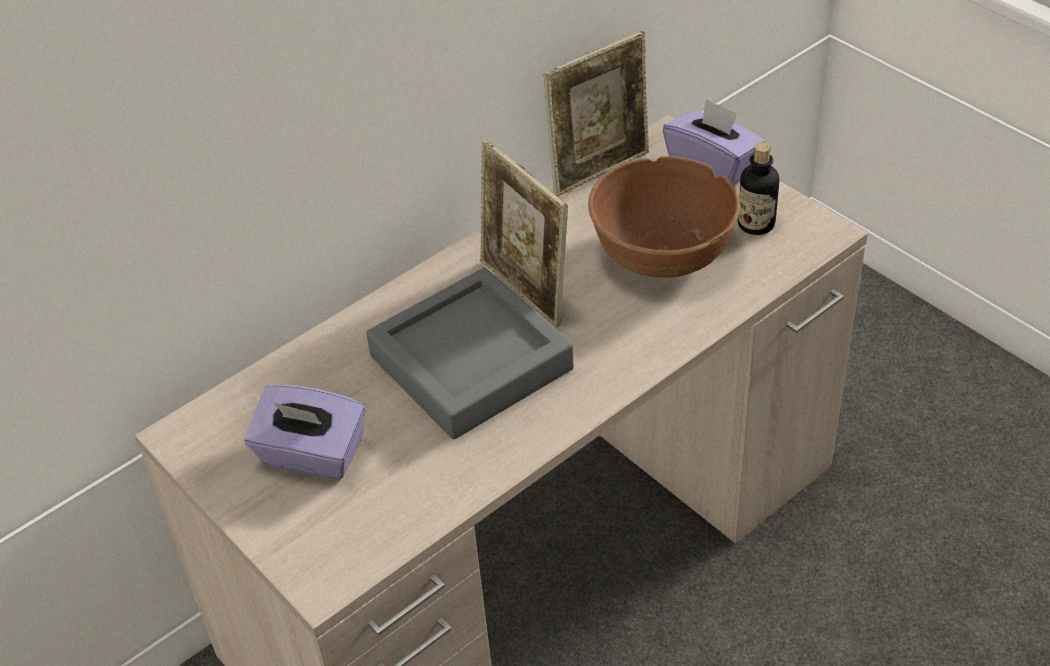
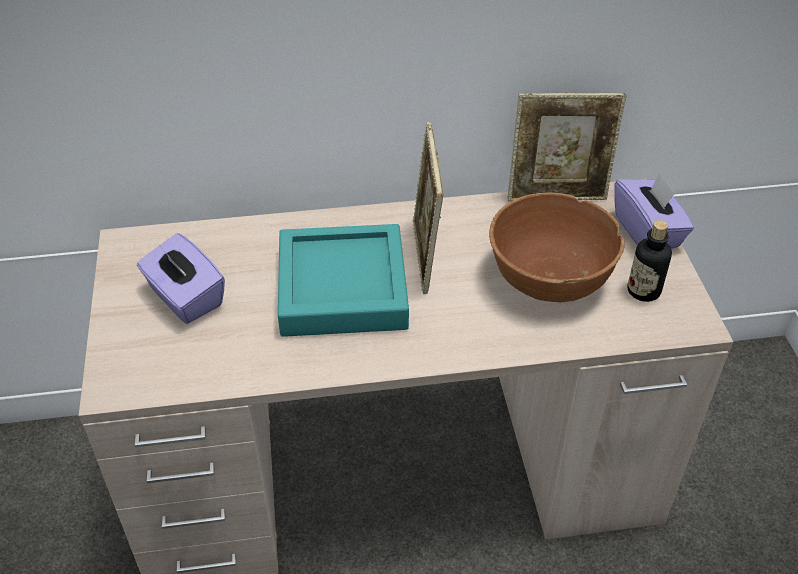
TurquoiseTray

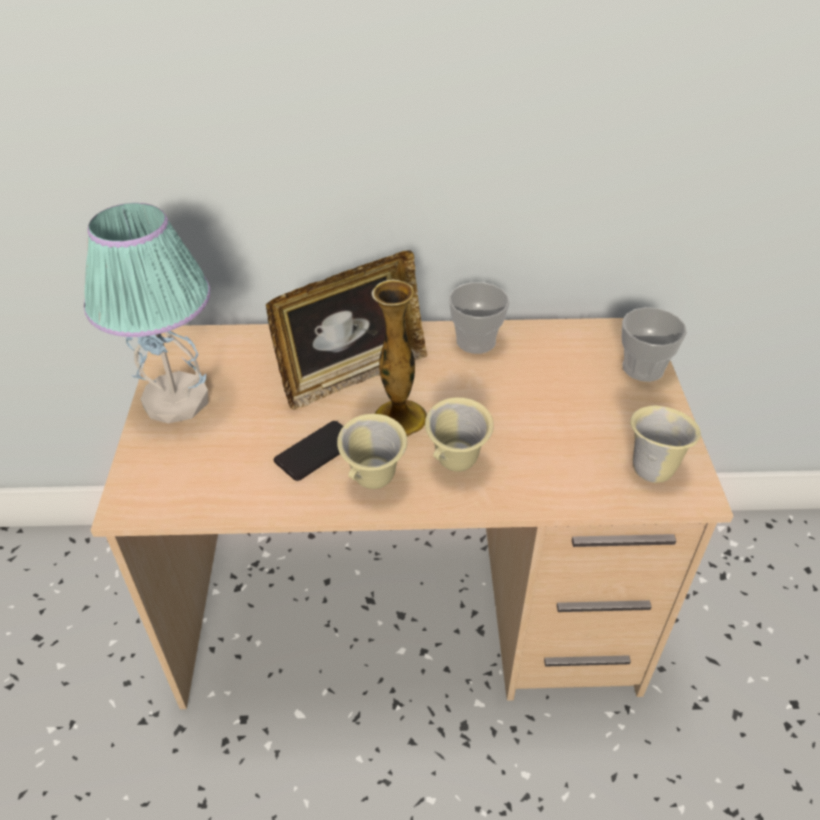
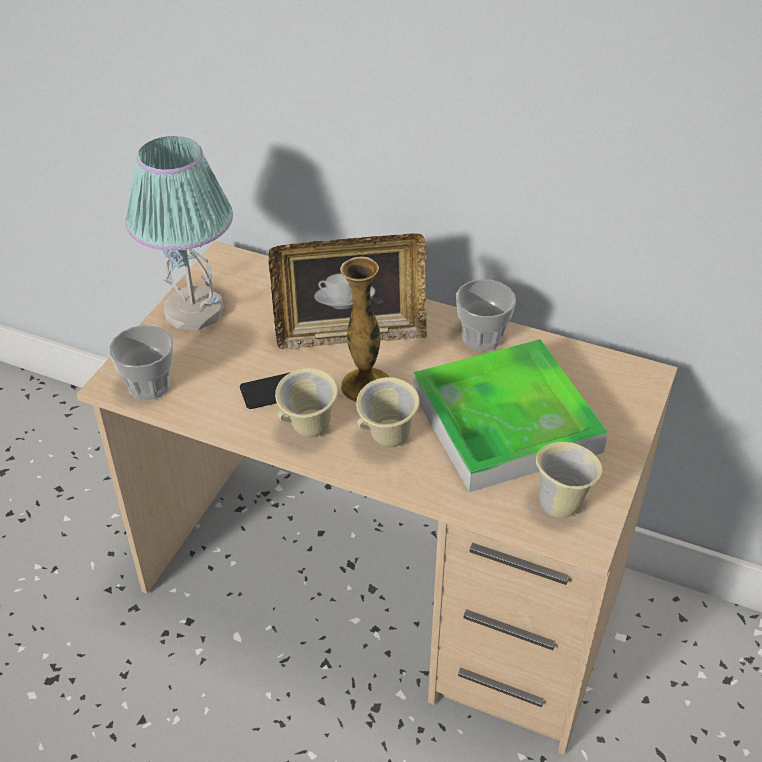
Tray; Cup (1st from left)

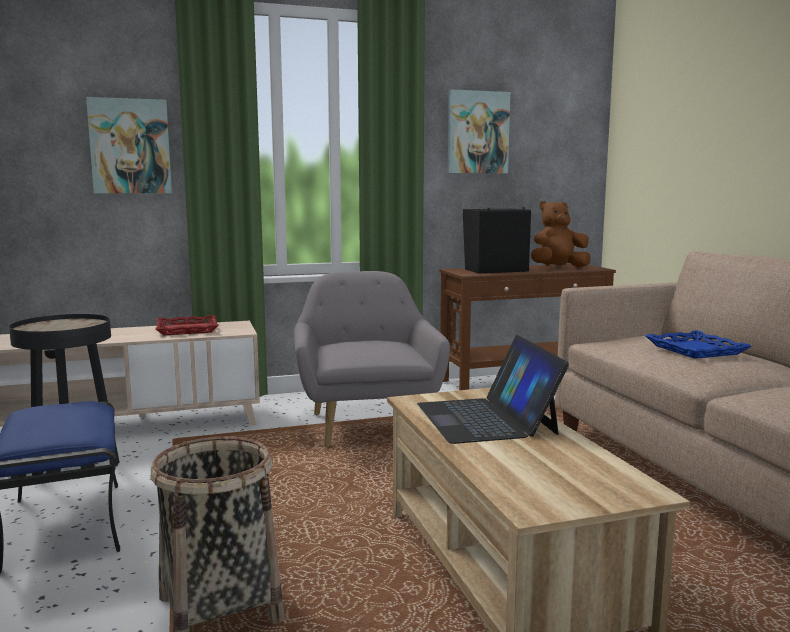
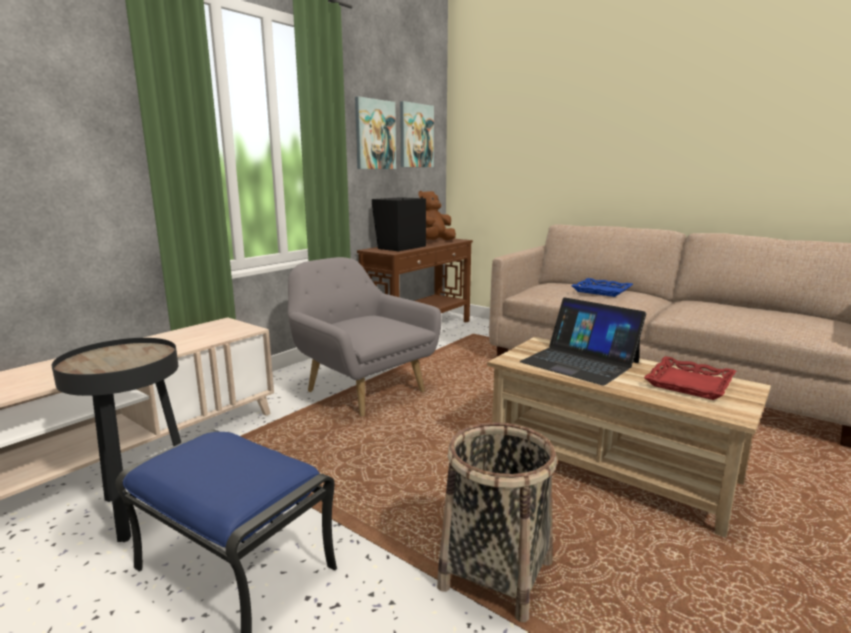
Picture (2nd from left); RedTray

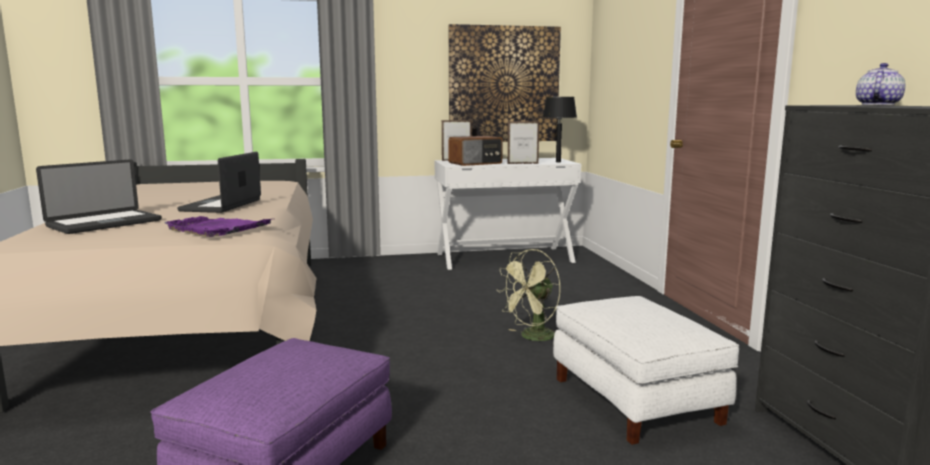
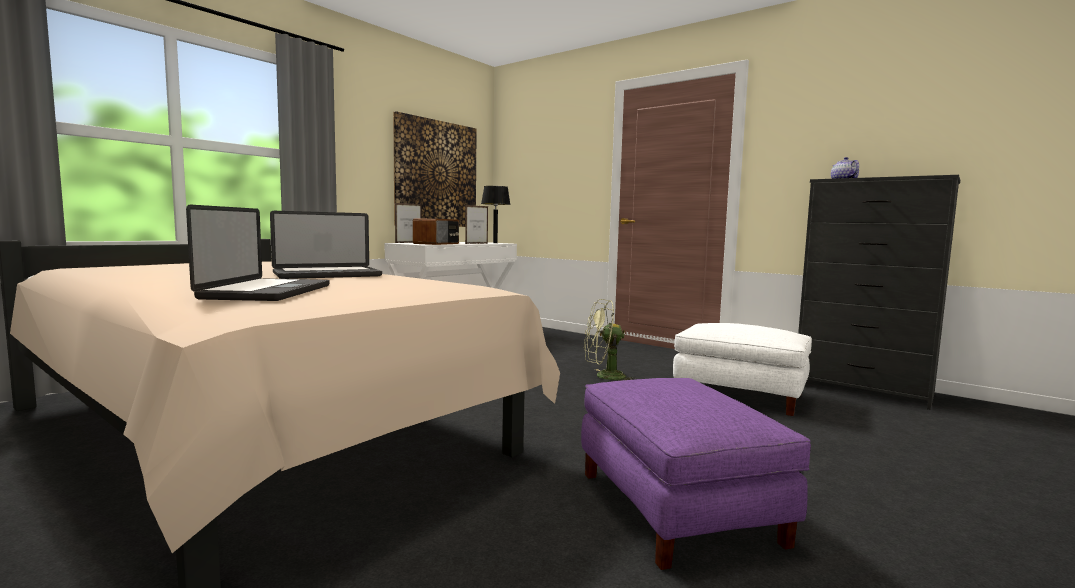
PurpleTray; Laptop (2nd from left); GreenFan

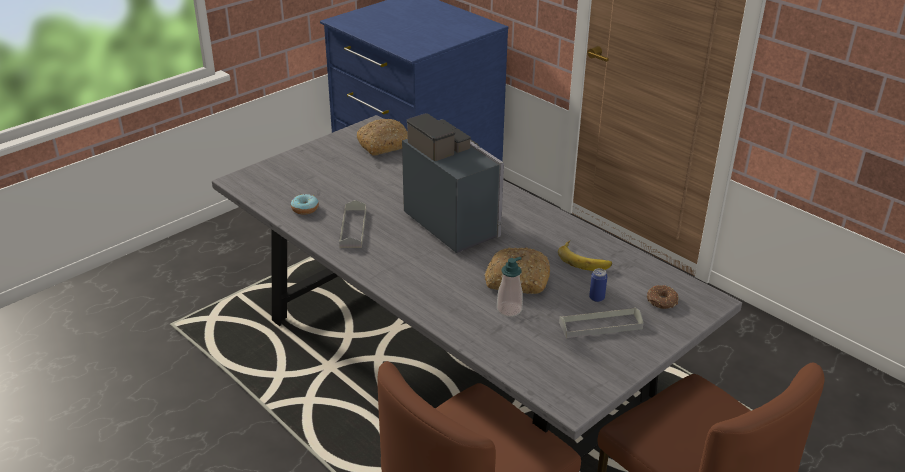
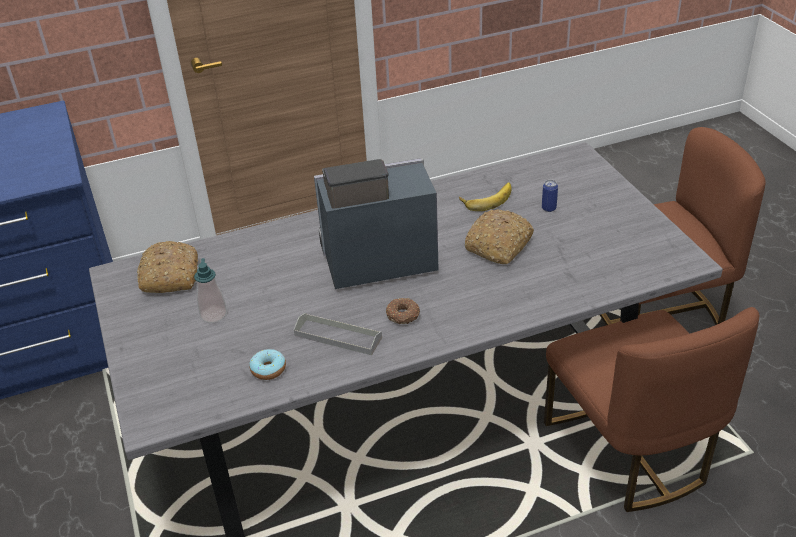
GreyTray (2nd from left in the first image); SoapDispenser; Donut (2nd from left)

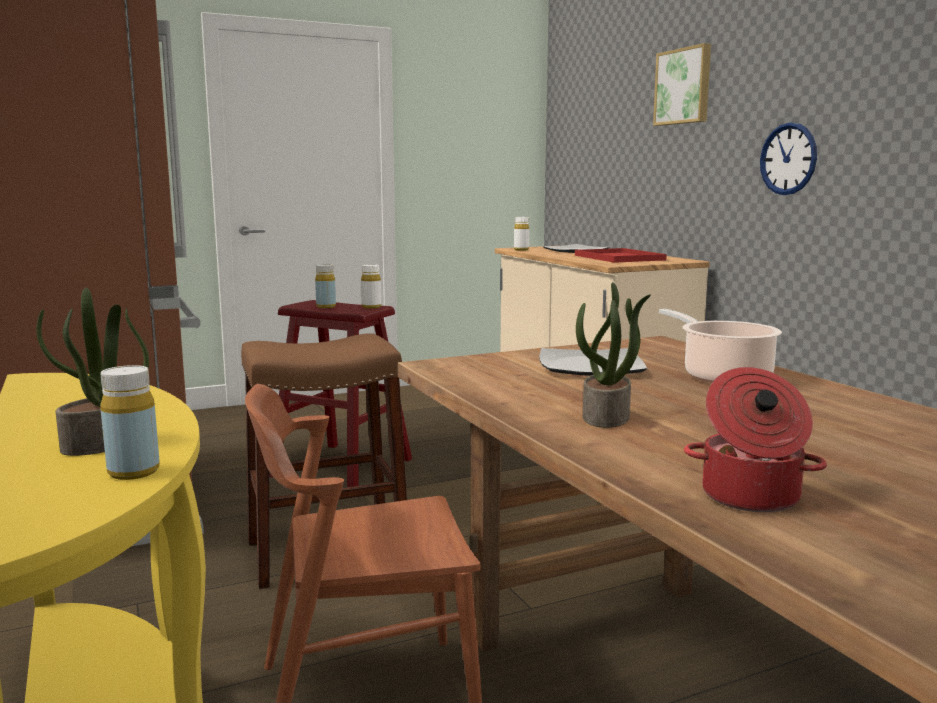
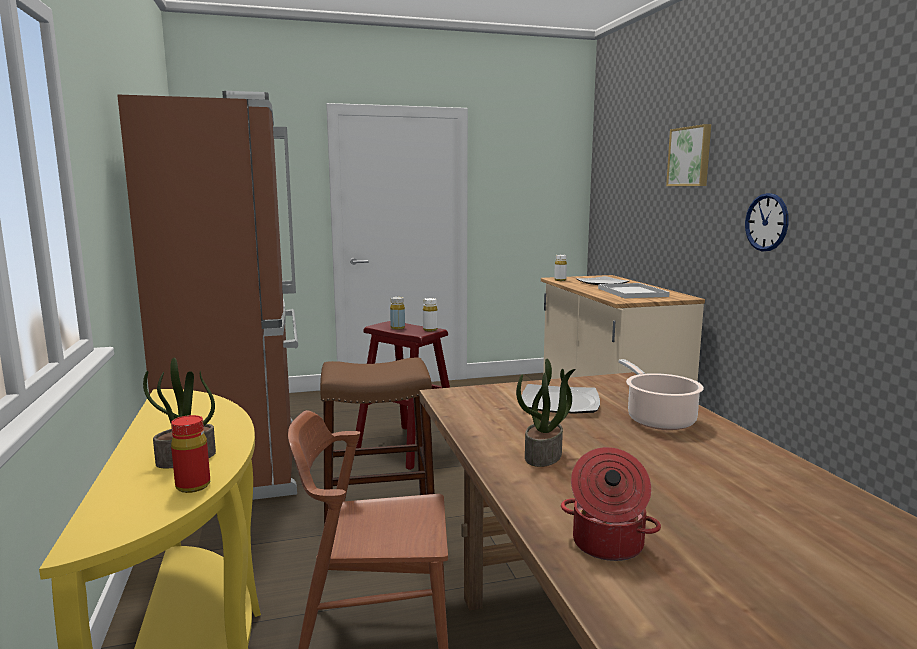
RedBottle; WhiteTray

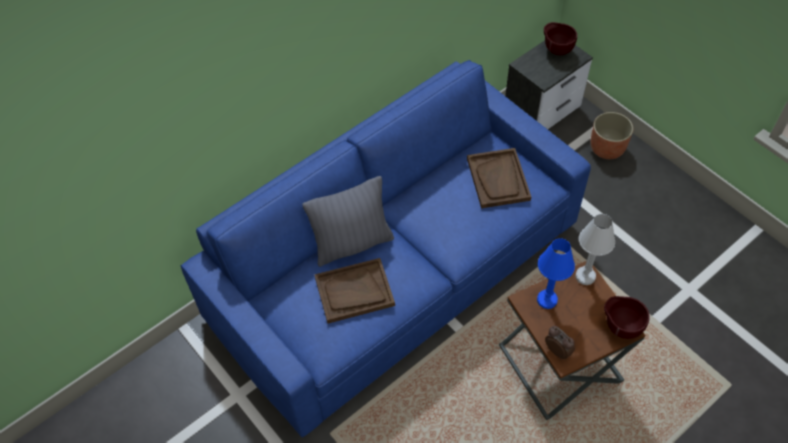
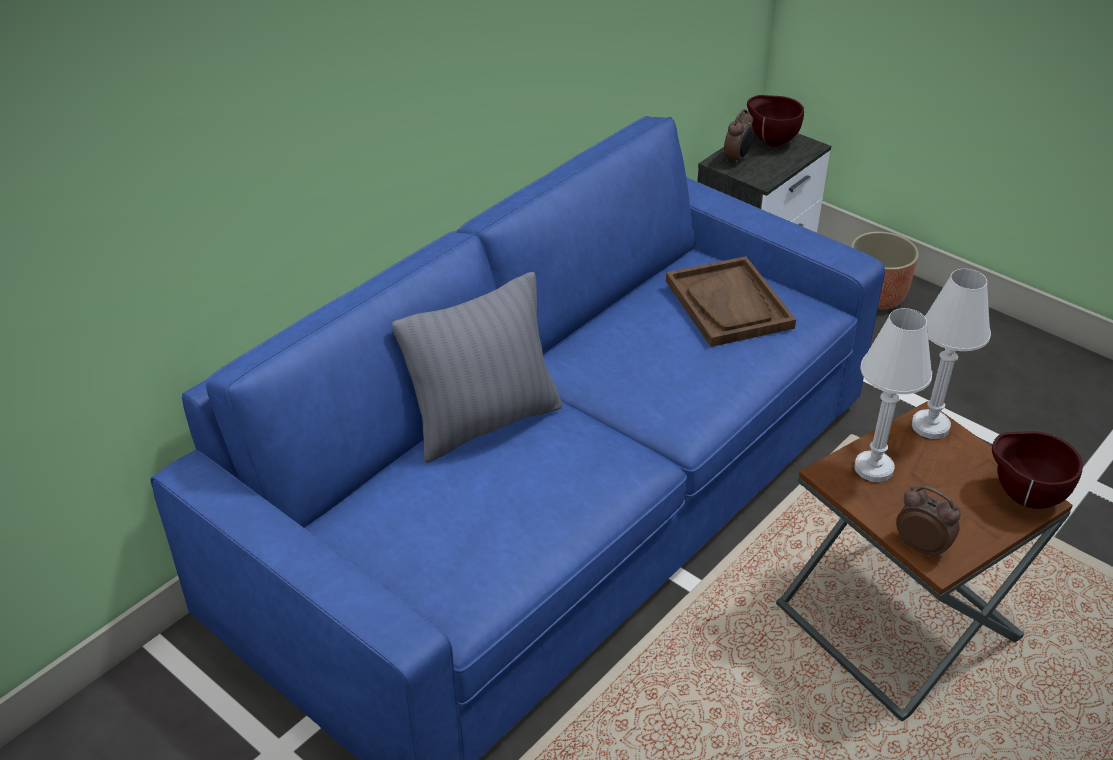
BrownTray (1st from left in the first image); AlarmClock (1st from left); WhiteTableLamp (1st from left)

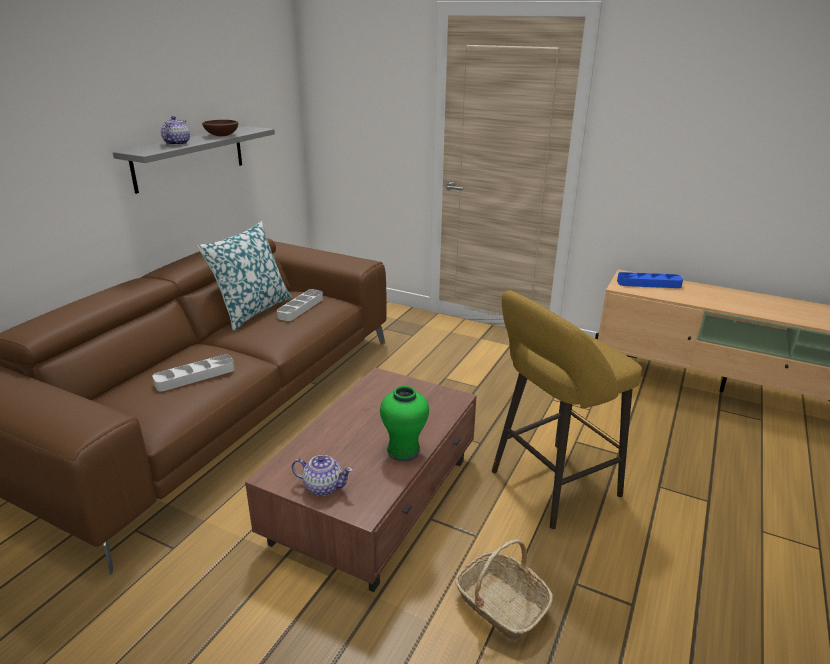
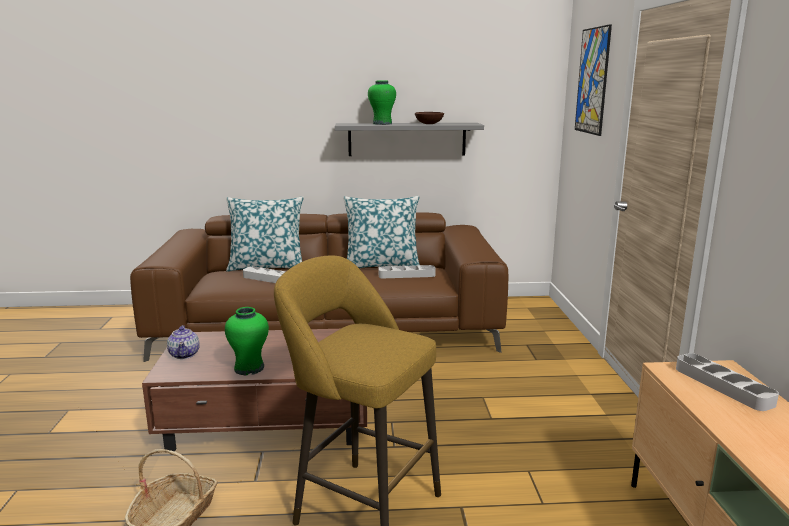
Pillow (1st from left); Picture; GreenVase (2nd from left); GreyTray (3rd from left)

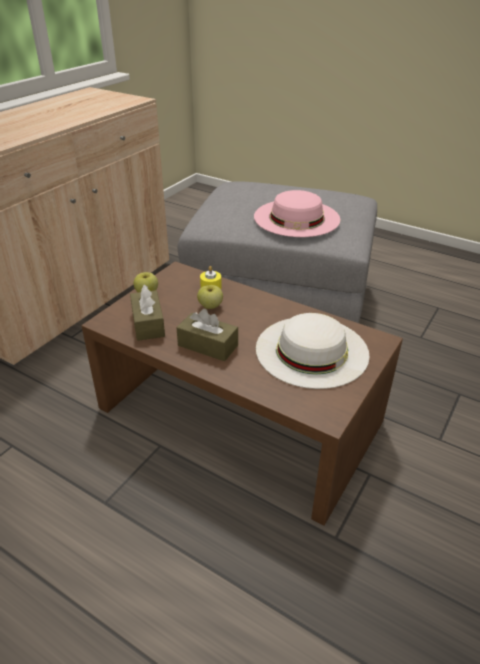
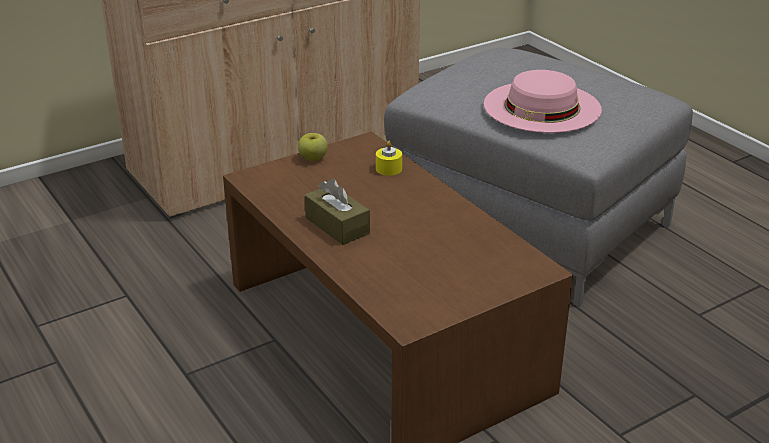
BrownTissueBox (1st from left in the first image); Apple (2nd from left in the first image); WhiteHat

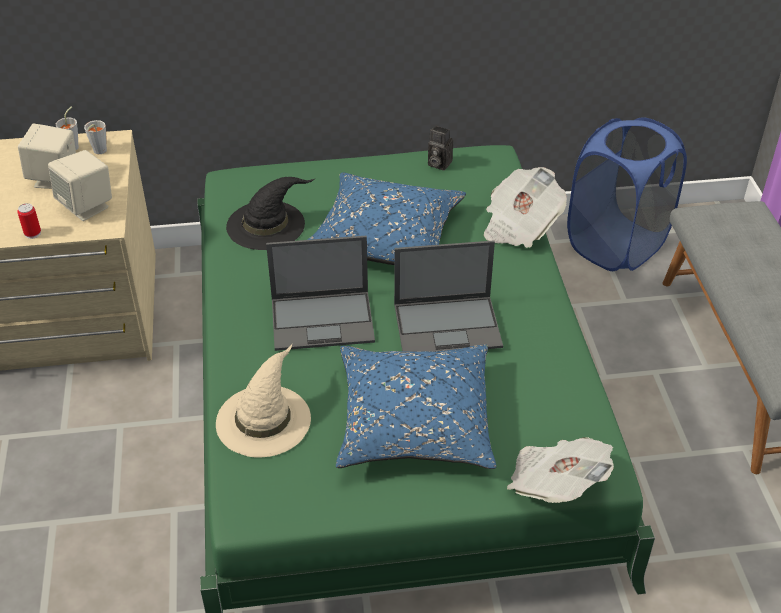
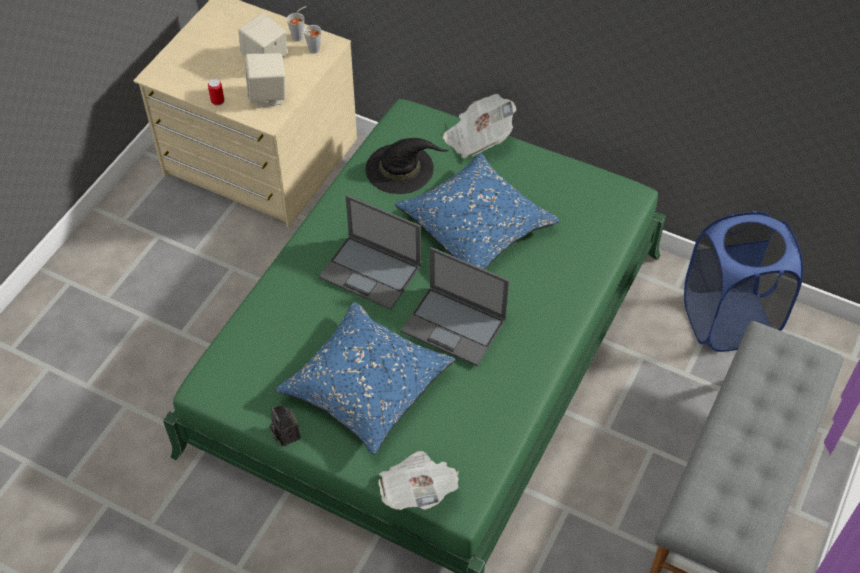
BeigeHat; PhotoCamera; Newspaper (2nd from left)

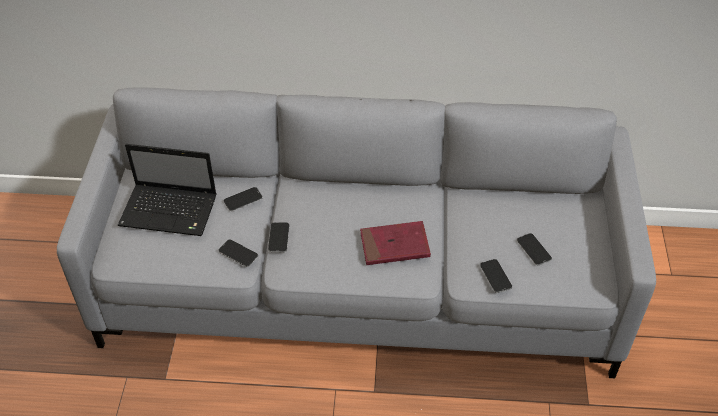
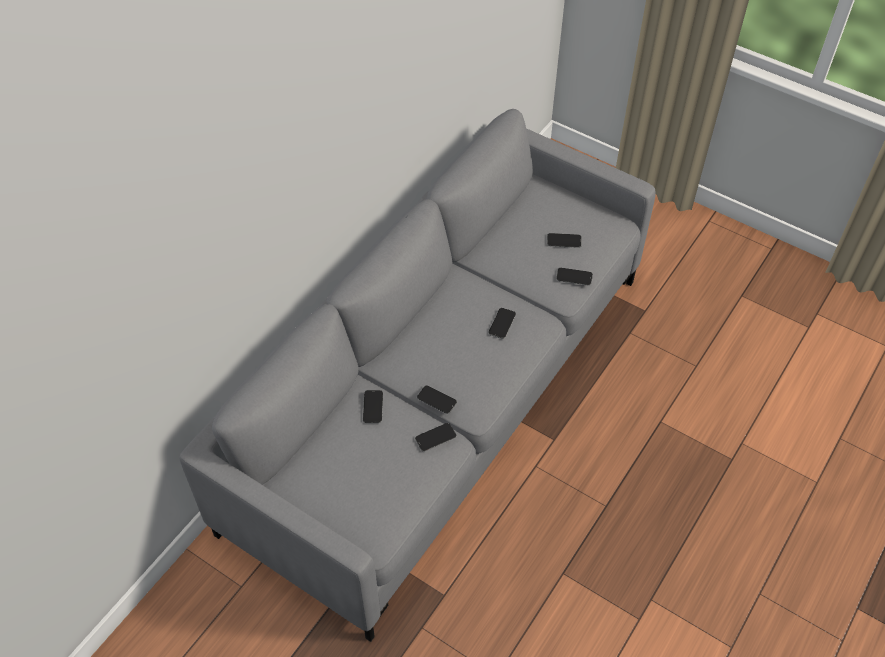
Laptop; Phone (4th from left)

